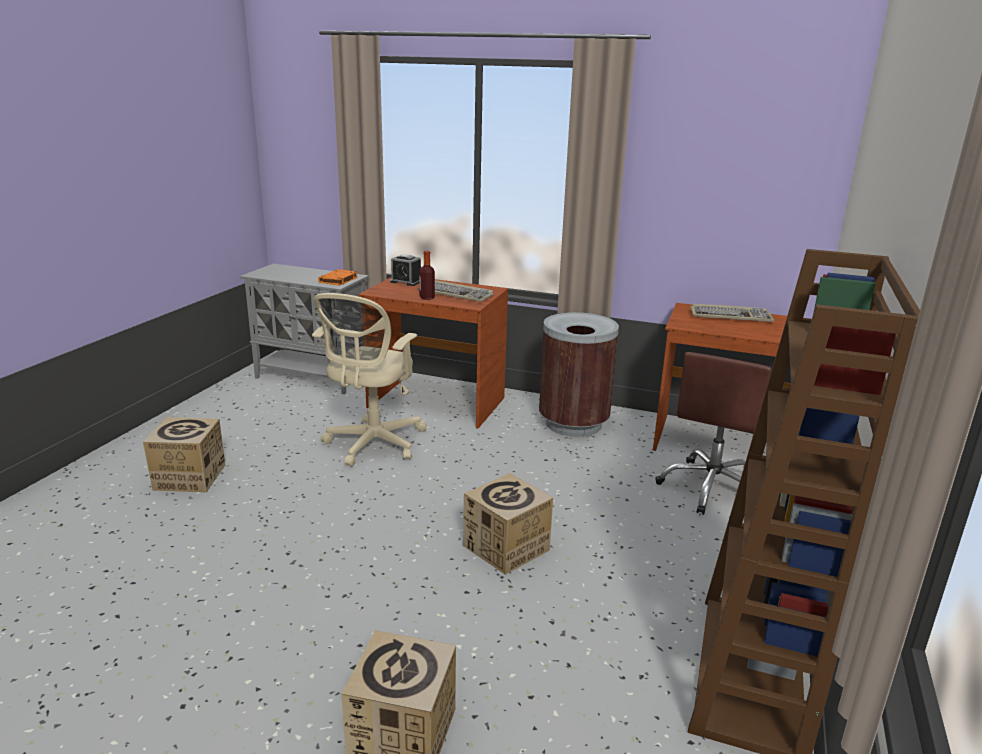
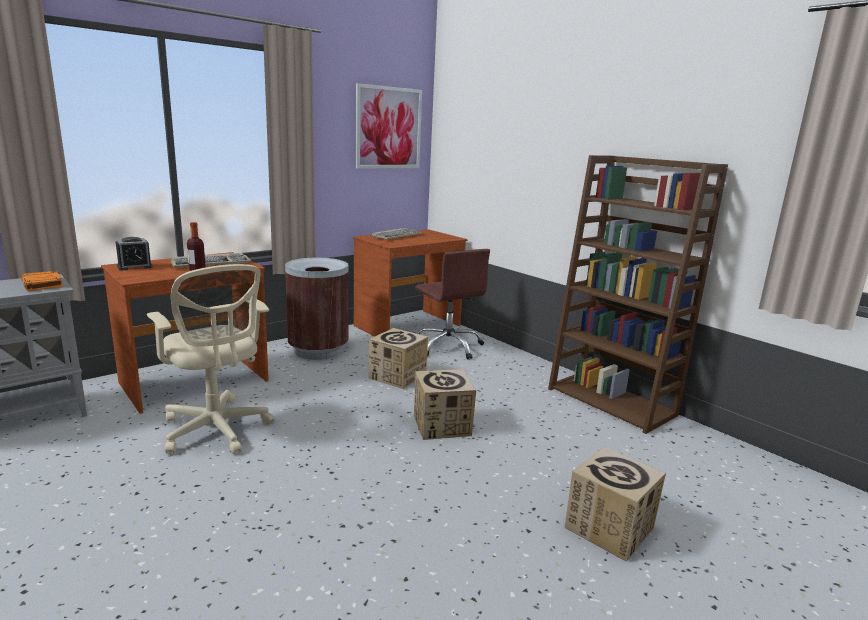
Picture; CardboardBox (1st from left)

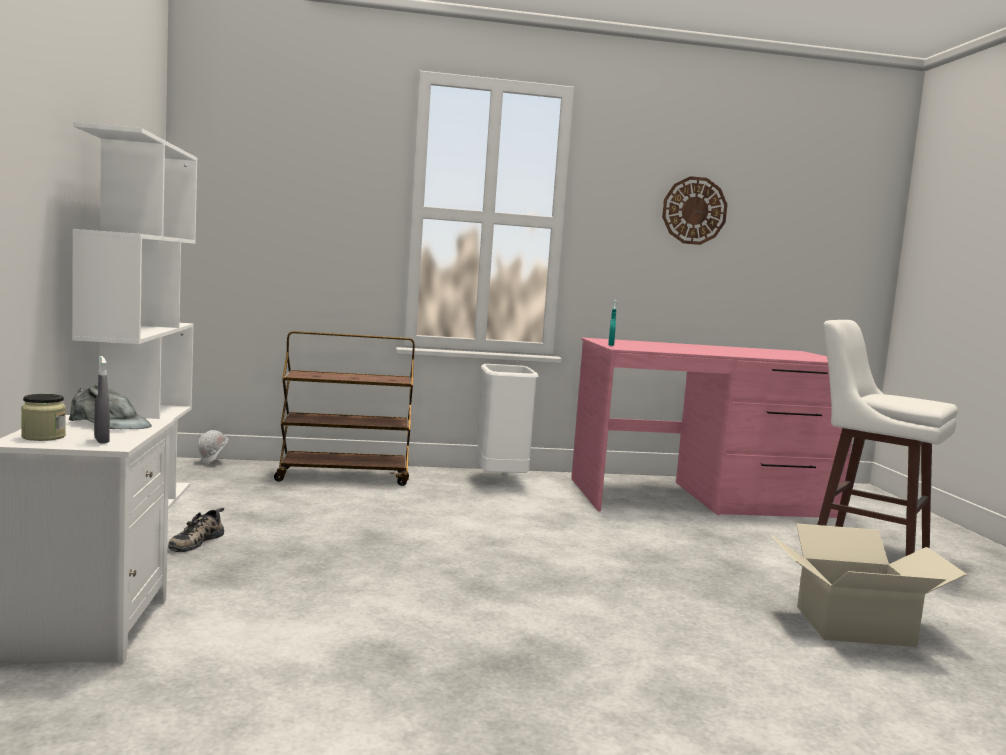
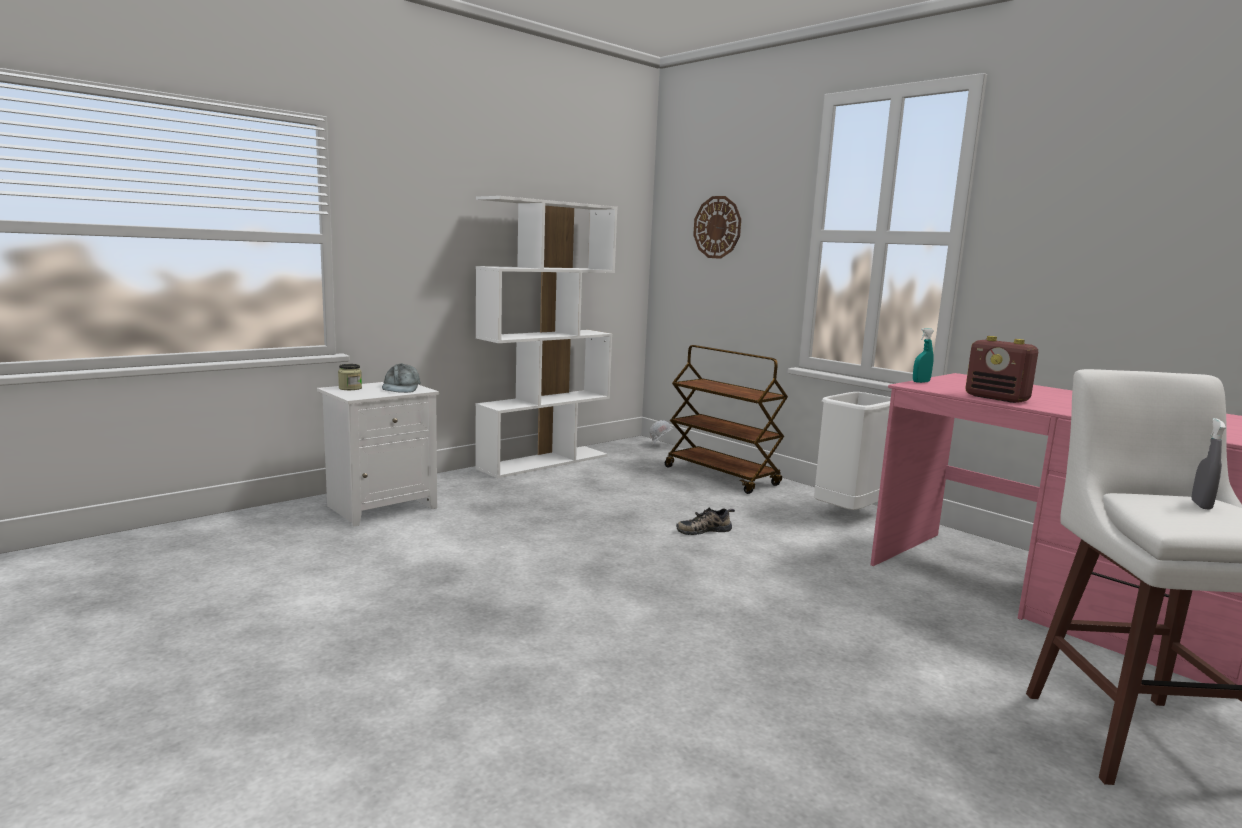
CardboardBox; Radio; GreySprayBottle; Shoe; WallClock

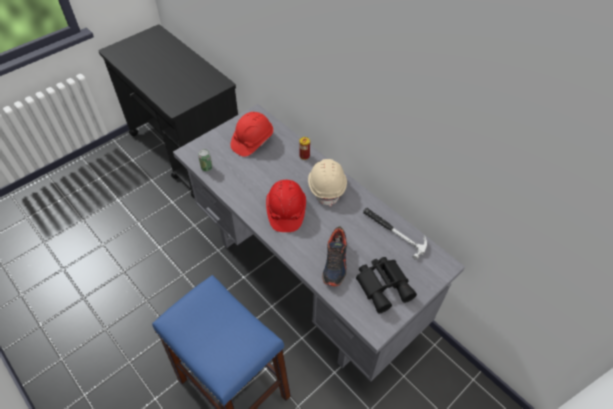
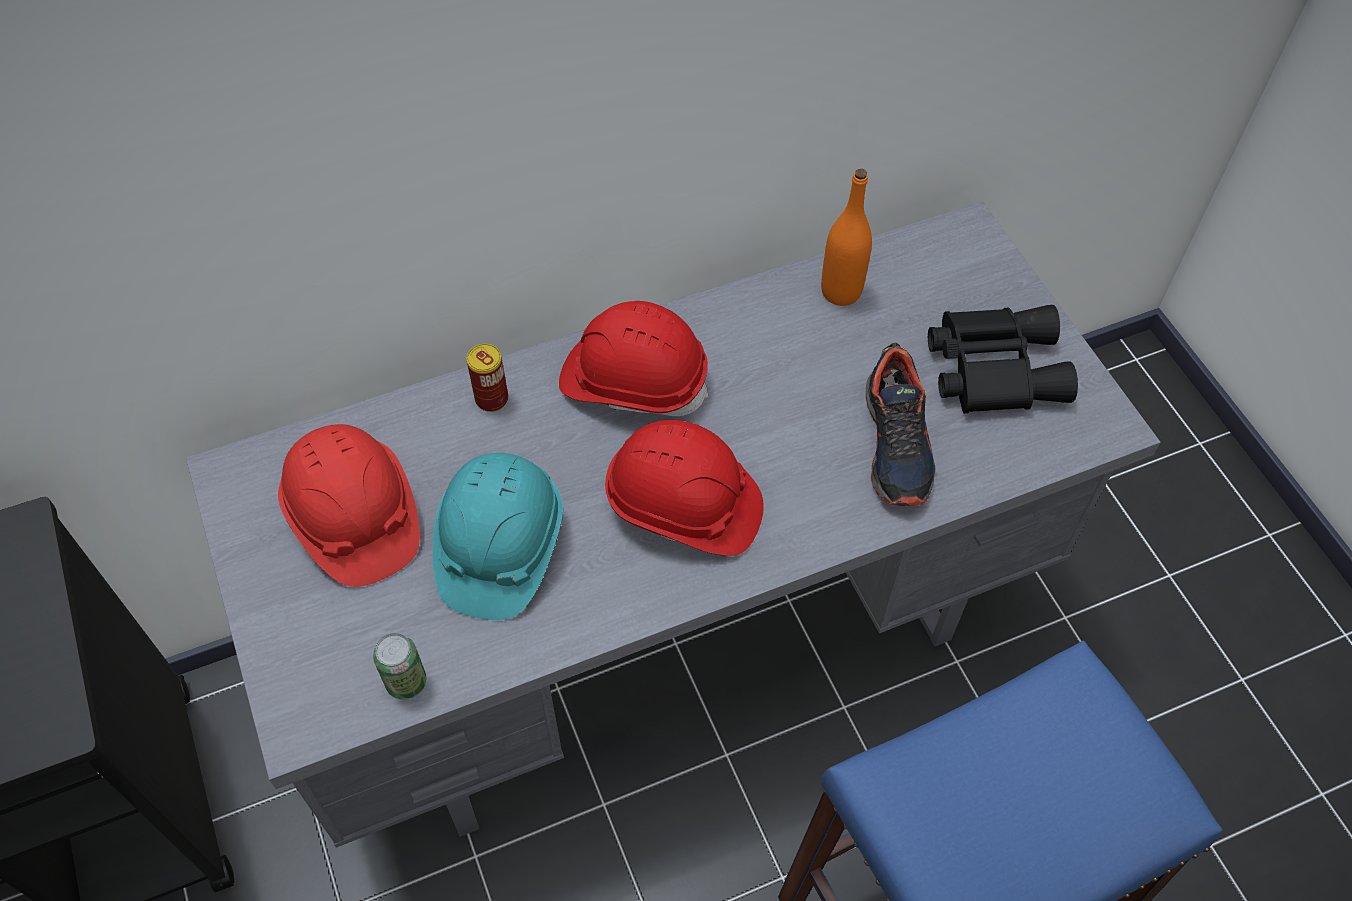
TurquoiseHardHat; OrangeBottle; RedHardHat (2nd from left); Shoe

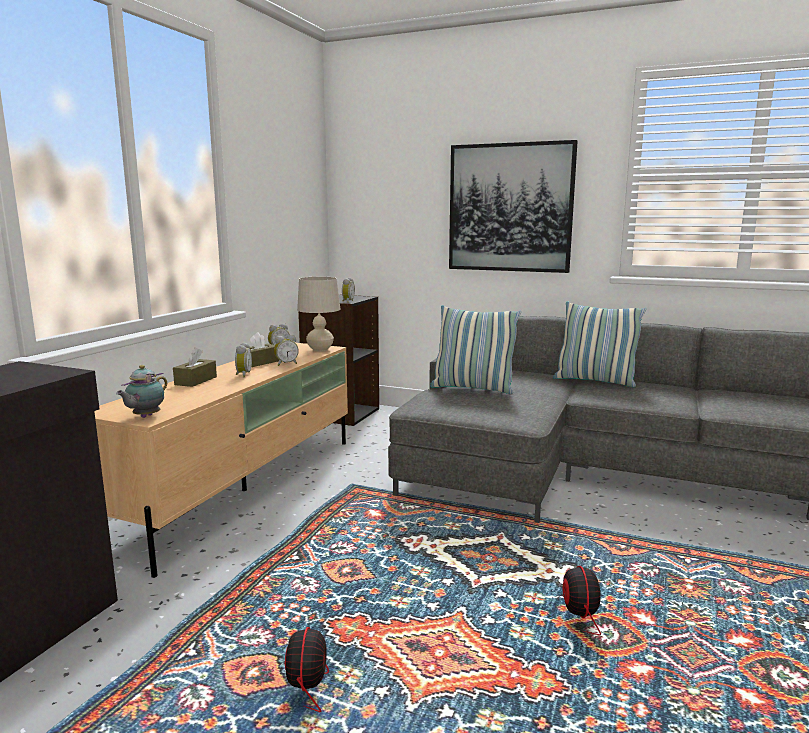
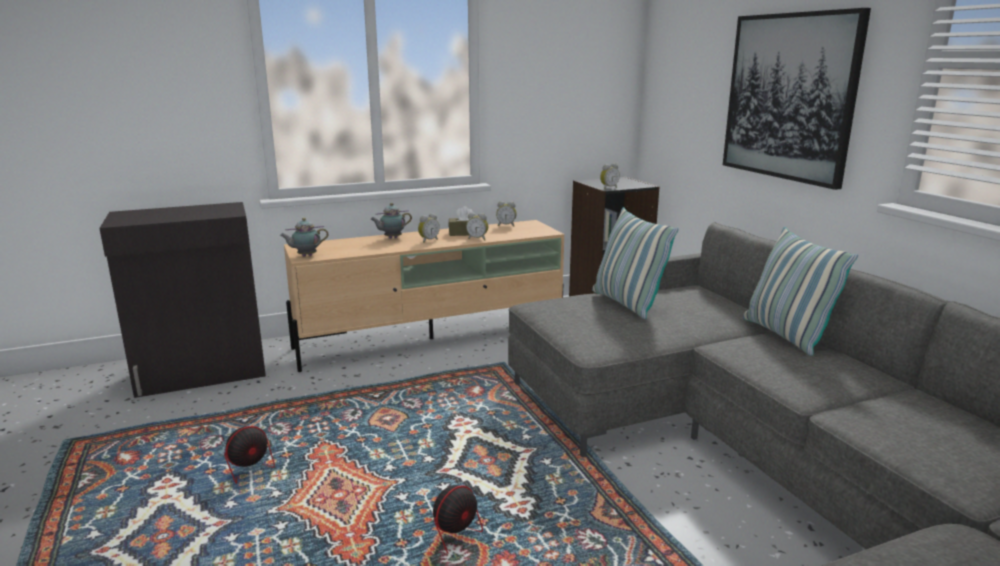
BeigeTableLamp; Teapot (2nd from left)

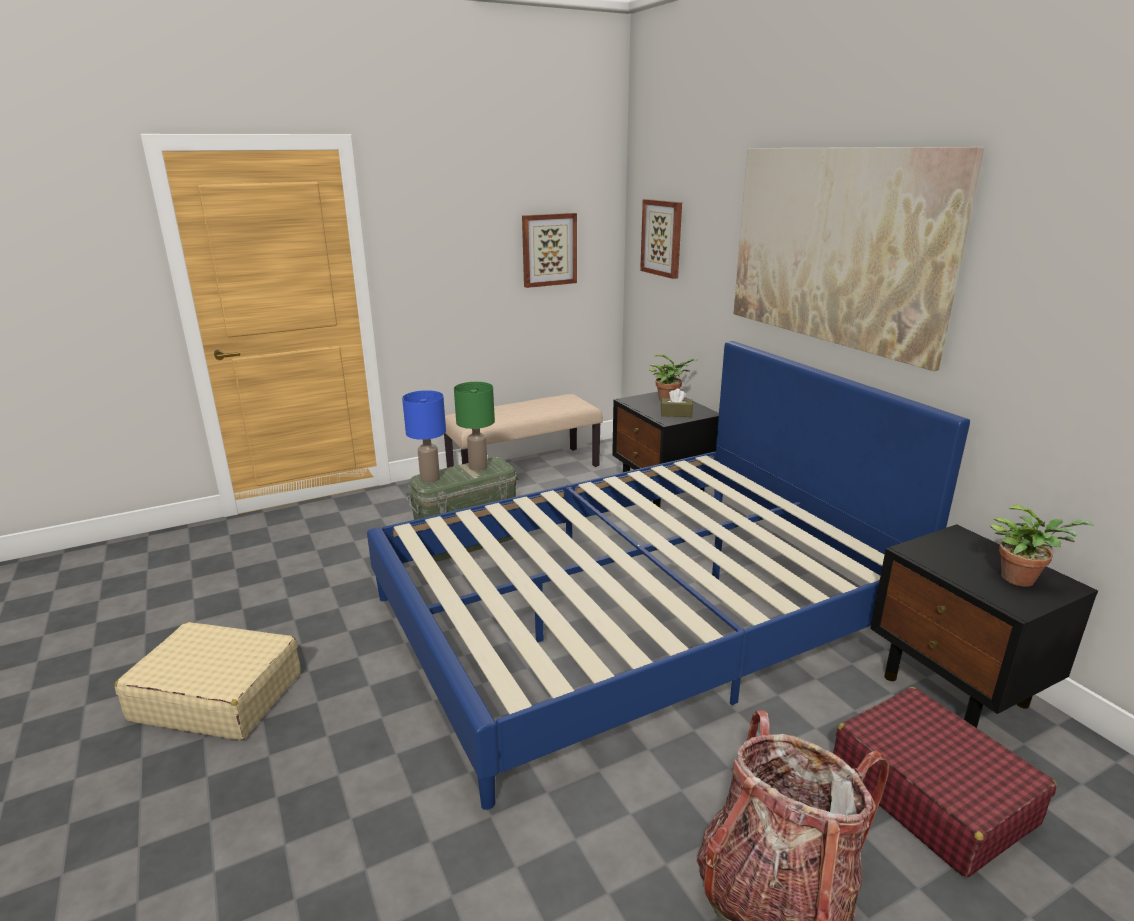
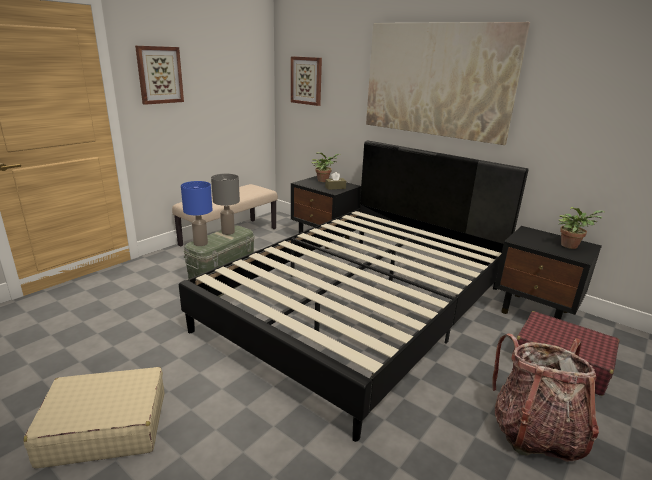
Picture (1st from left); BlackBed; GreyTableLamp

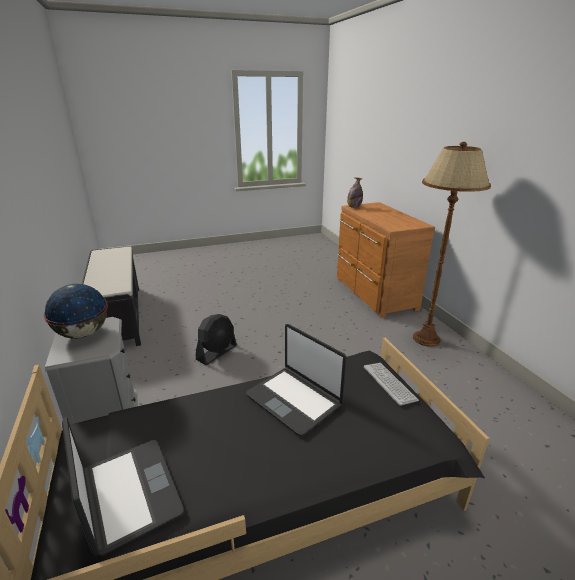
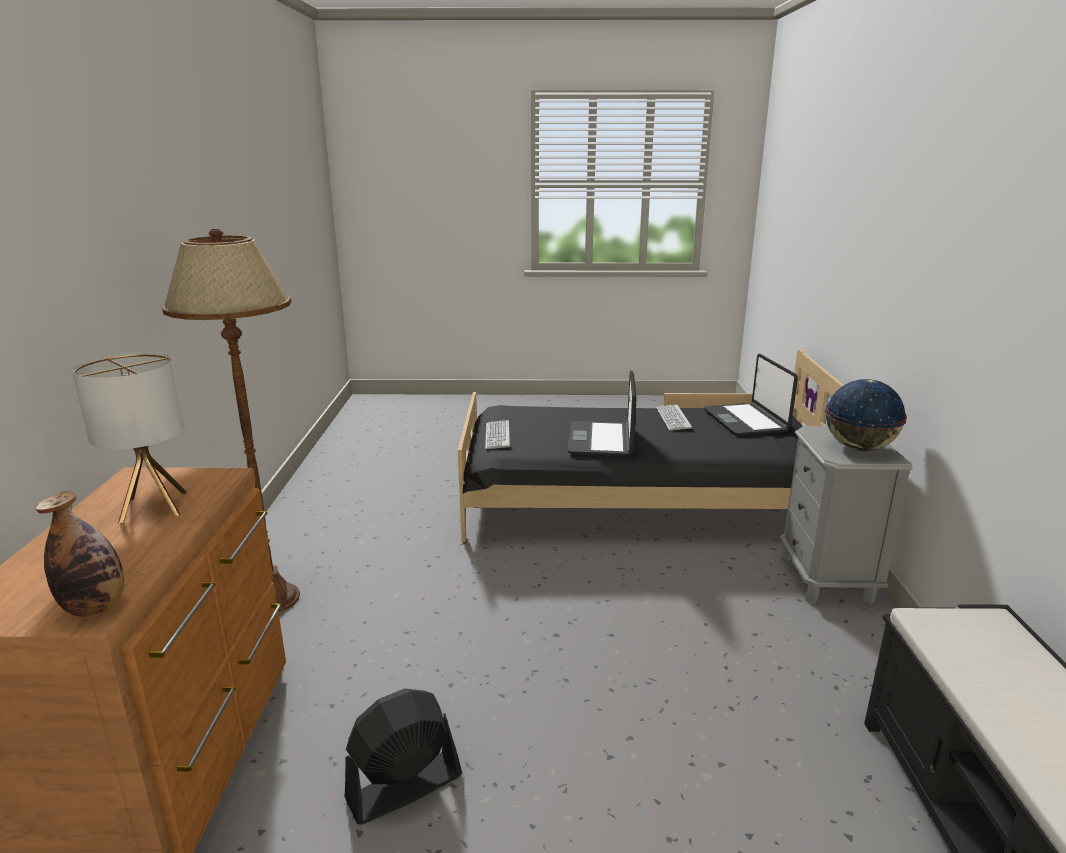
TableLamp; Keyboard (2nd from left); BlackFan; Laptop (1st from left)

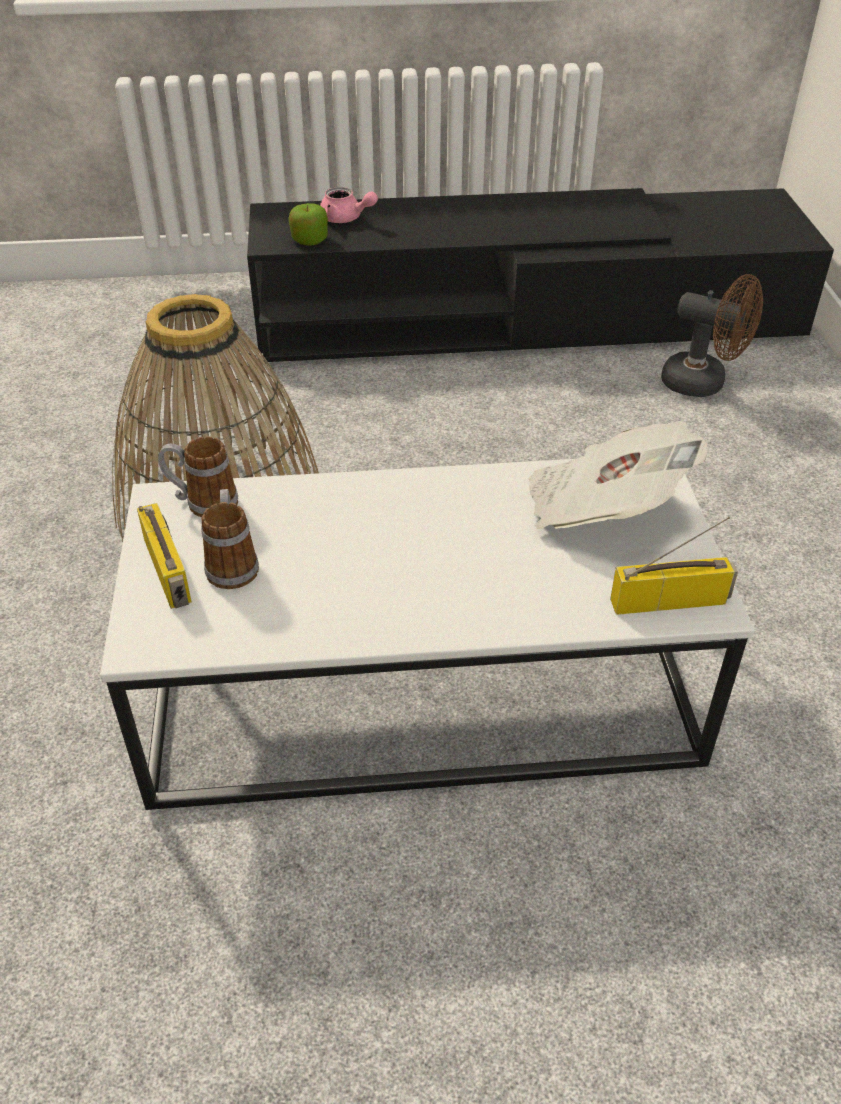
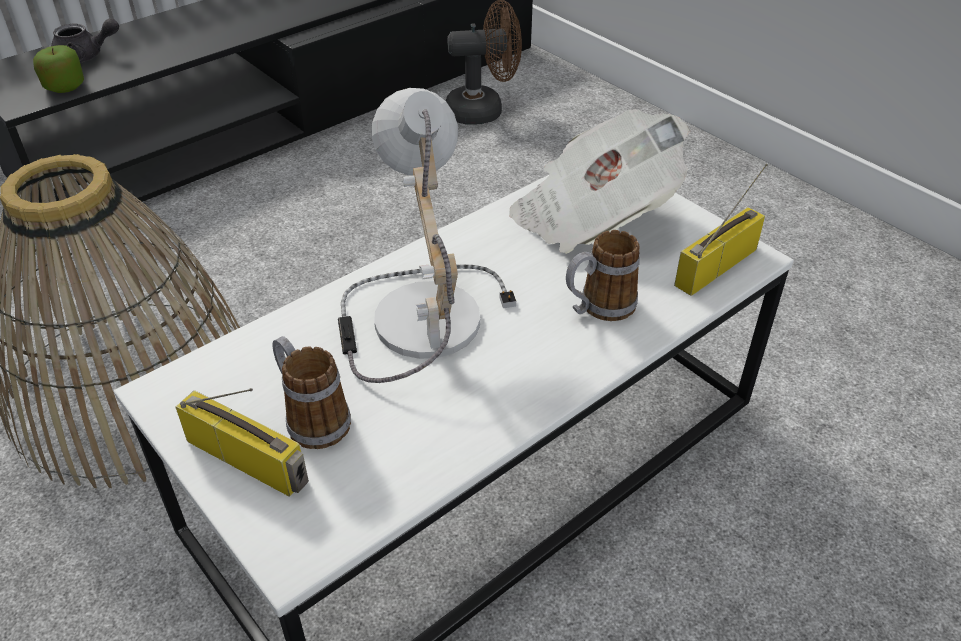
TableLamp; Mug (2nd from left); GreyTeapot

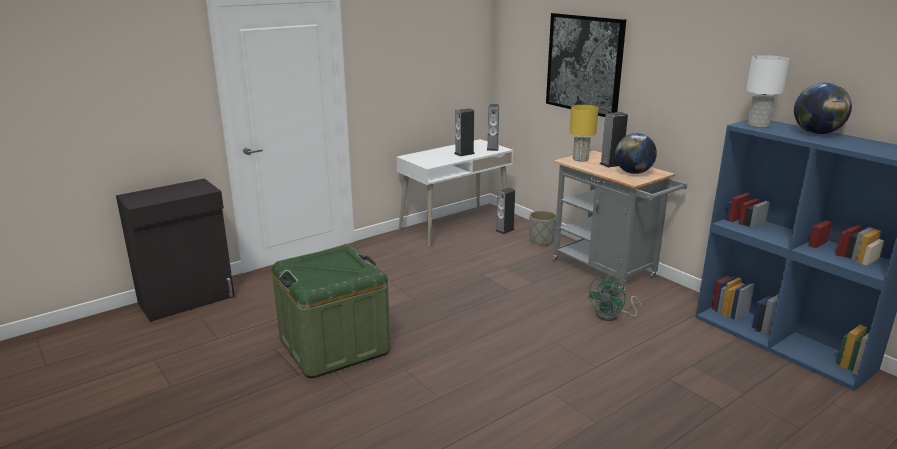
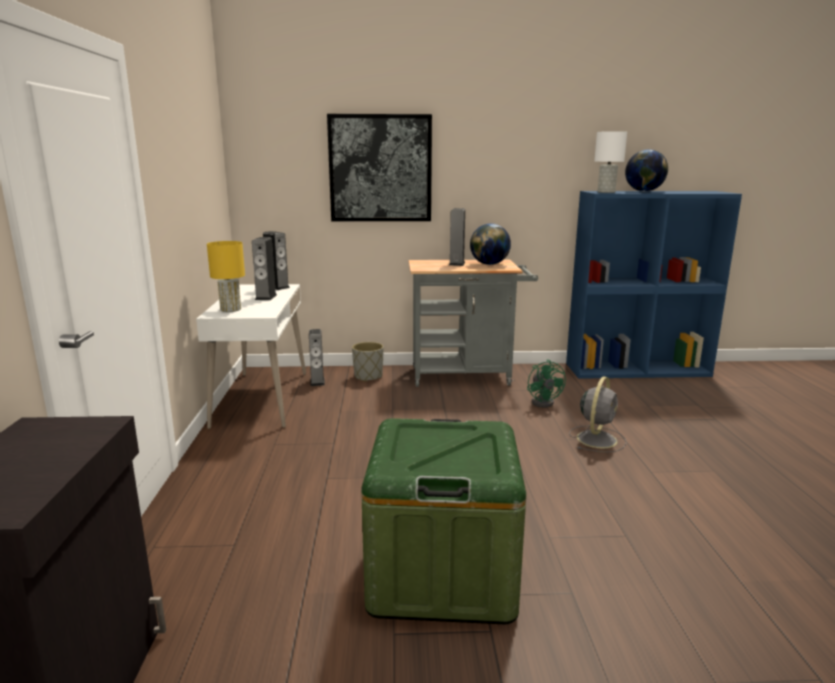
GreyFan; YellowTableLamp

